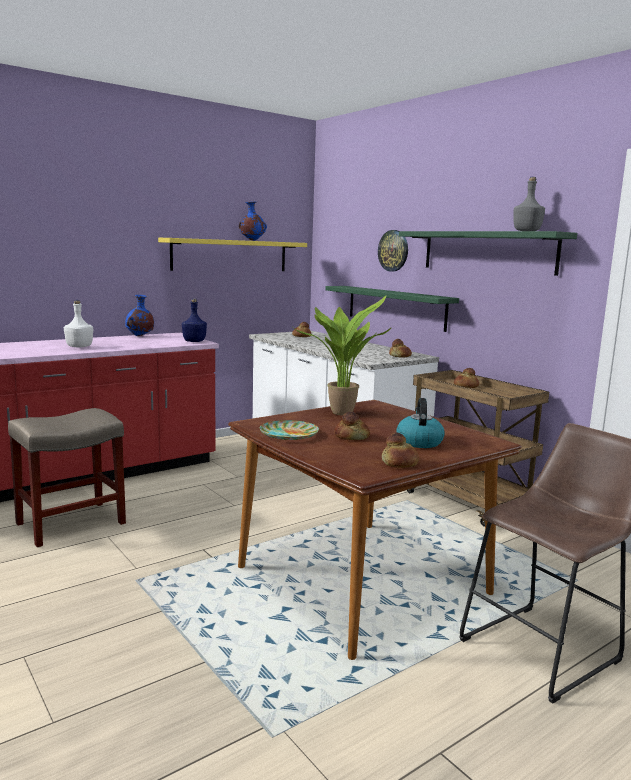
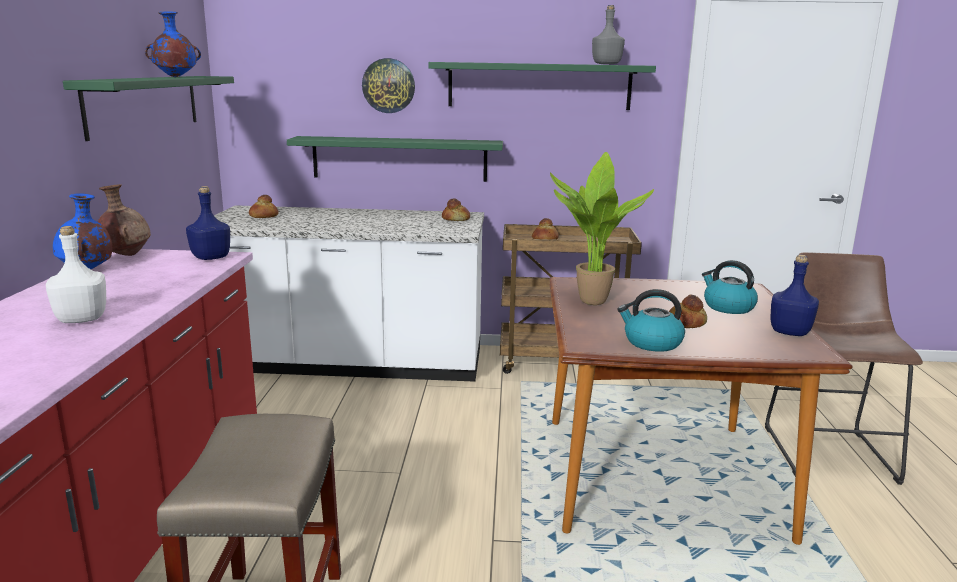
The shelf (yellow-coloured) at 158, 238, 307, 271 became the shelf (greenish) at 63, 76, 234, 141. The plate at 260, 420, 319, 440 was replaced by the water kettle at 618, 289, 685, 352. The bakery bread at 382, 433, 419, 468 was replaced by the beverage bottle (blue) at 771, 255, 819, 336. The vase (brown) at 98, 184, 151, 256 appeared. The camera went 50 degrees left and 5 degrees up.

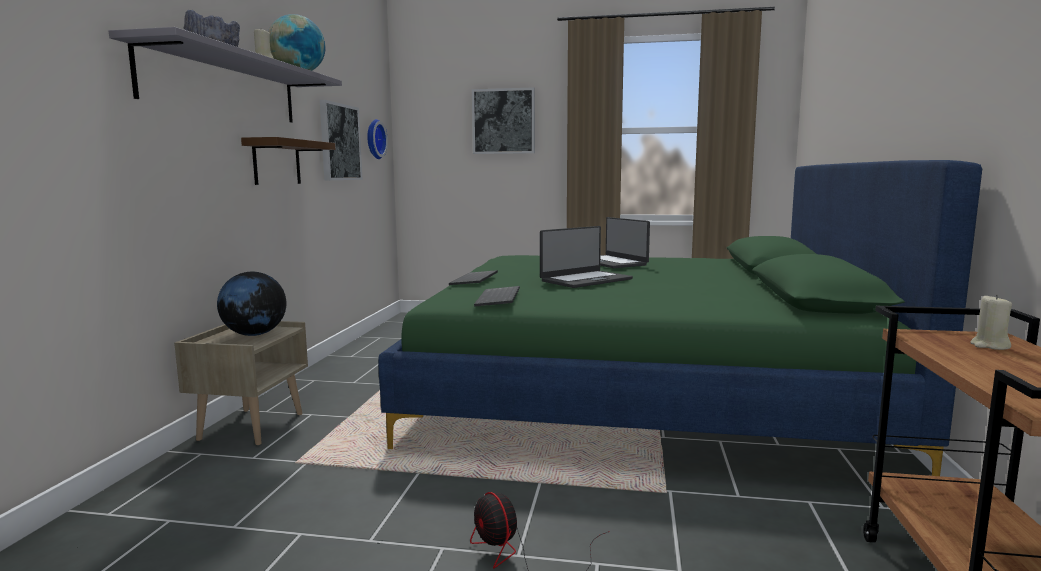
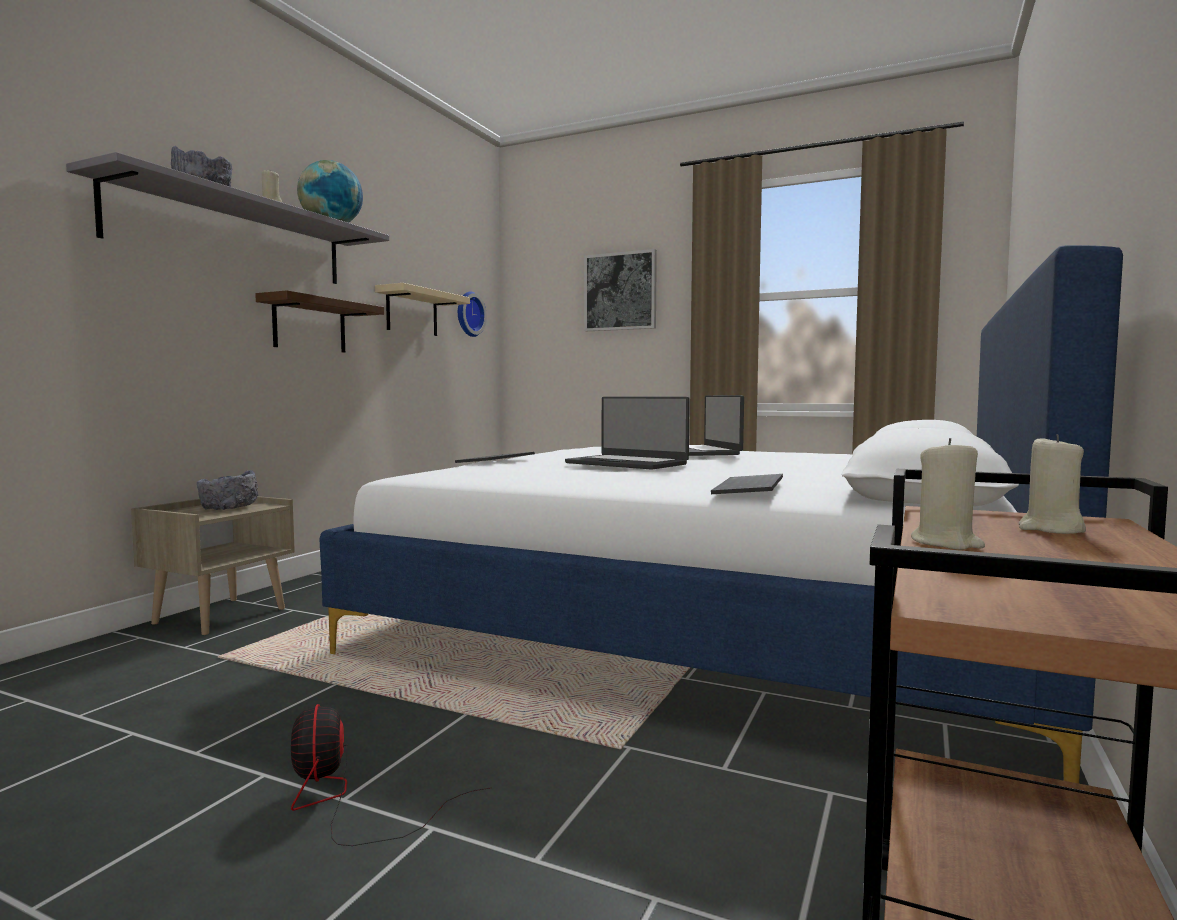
The picture at 320, 100, 363, 180 was replaced by the shelf (beige-coloured) at 375, 283, 470, 336. The bed (greenish) at 378, 160, 982, 476 became the bed (white-coloured) at 320, 245, 1123, 783. The portable computer at 540, 226, 633, 288 turned 60 degrees clockwise. The desk globe at 217, 272, 286, 336 was replaced by the bowl (greyish) at 197, 470, 258, 510. The keyboard moved from 474, 286, 520, 307 to 711, 474, 783, 494. The wax light (beige-coloured) at 911, 438, 985, 550 appeared. The camera went 15 degrees right and 5 degrees down.

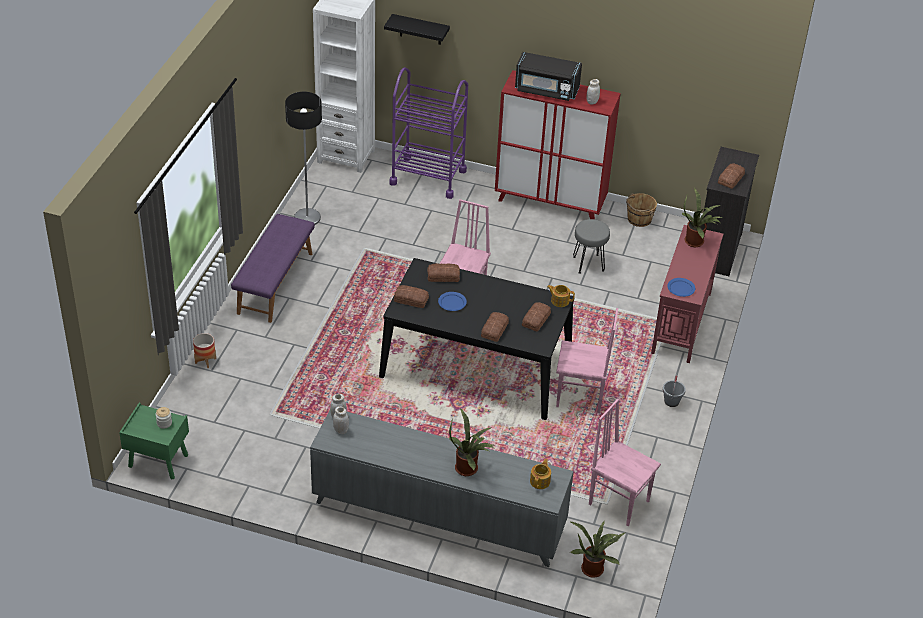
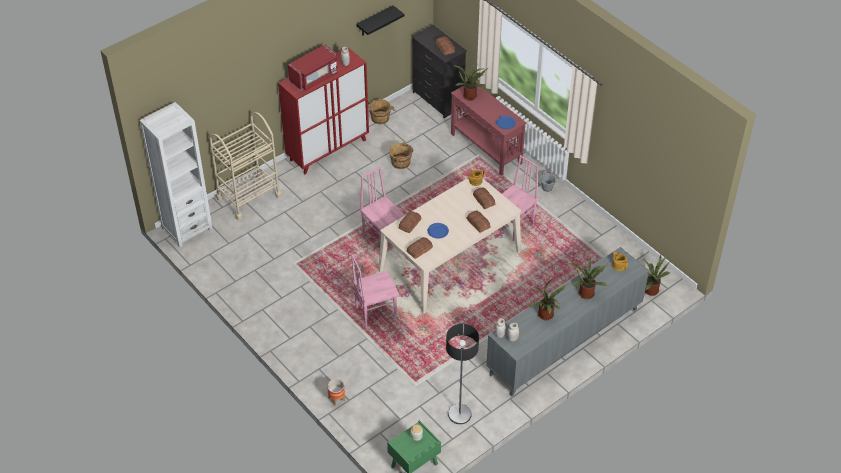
The shelf (black-coloured) moved from 384, 14, 450, 45 to 356, 5, 405, 36. The kitchen microwave (black-coloured) at 515, 52, 582, 101 became the kitchen microwave (red-coloured) at 288, 45, 338, 90. The cart (purple-coloured) at 390, 67, 468, 199 became the cart (beige-coloured) at 209, 112, 282, 220. The floor lamp moved from 285, 92, 322, 225 to 446, 324, 479, 424. The bench (purple-coloured) at 231, 214, 315, 323 disappeared. The stool seat (greyish) at 573, 219, 610, 274 was replaced by the pail (brown) at 389, 142, 413, 169. The dining table (black-coloured) at 379, 258, 574, 420 became the dining table (beige-coloured) at 378, 178, 521, 314. The plain chair (pinkish) moved from 589, 399, 661, 526 to 352, 254, 399, 328. The houseplant at 528, 279, 569, 320 appeared. The camera went 55 degrees left and 5 degrees up.

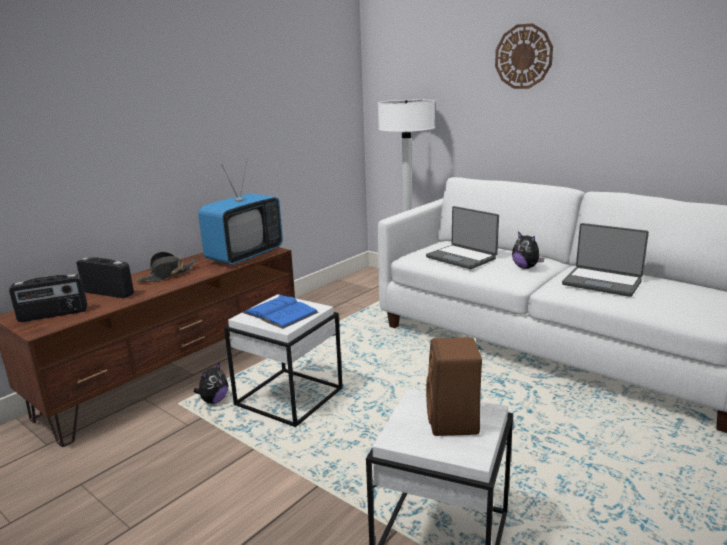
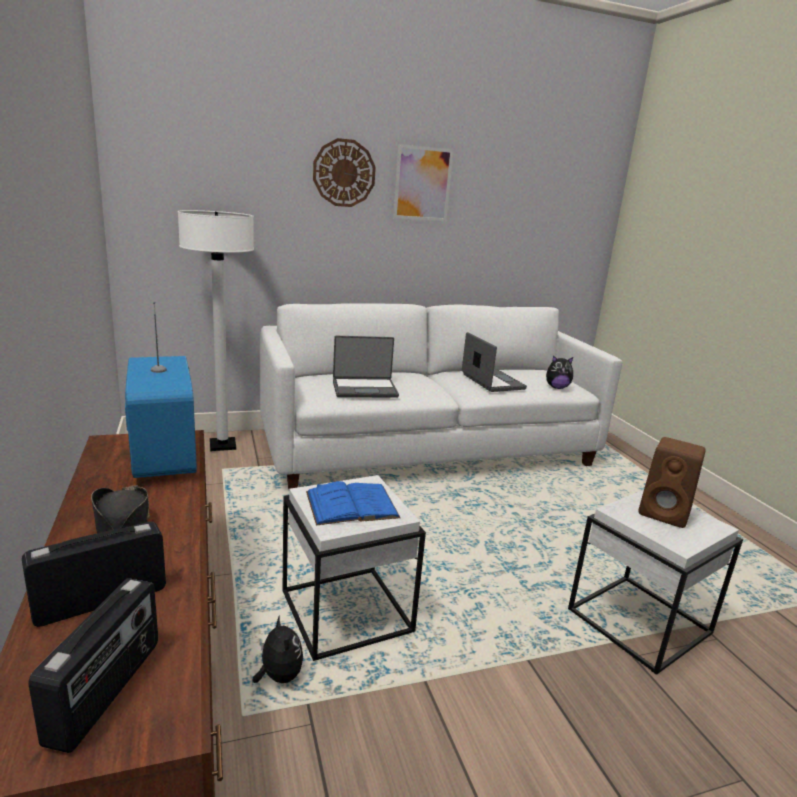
The portable computer at 562, 223, 649, 297 turned 90 degrees counterclockwise. The cuddly toy moved from 512, 231, 545, 269 to 546, 355, 573, 389. The picture at 393, 144, 454, 221 appeared. The camera went 60 degrees left and 0 degrees up.

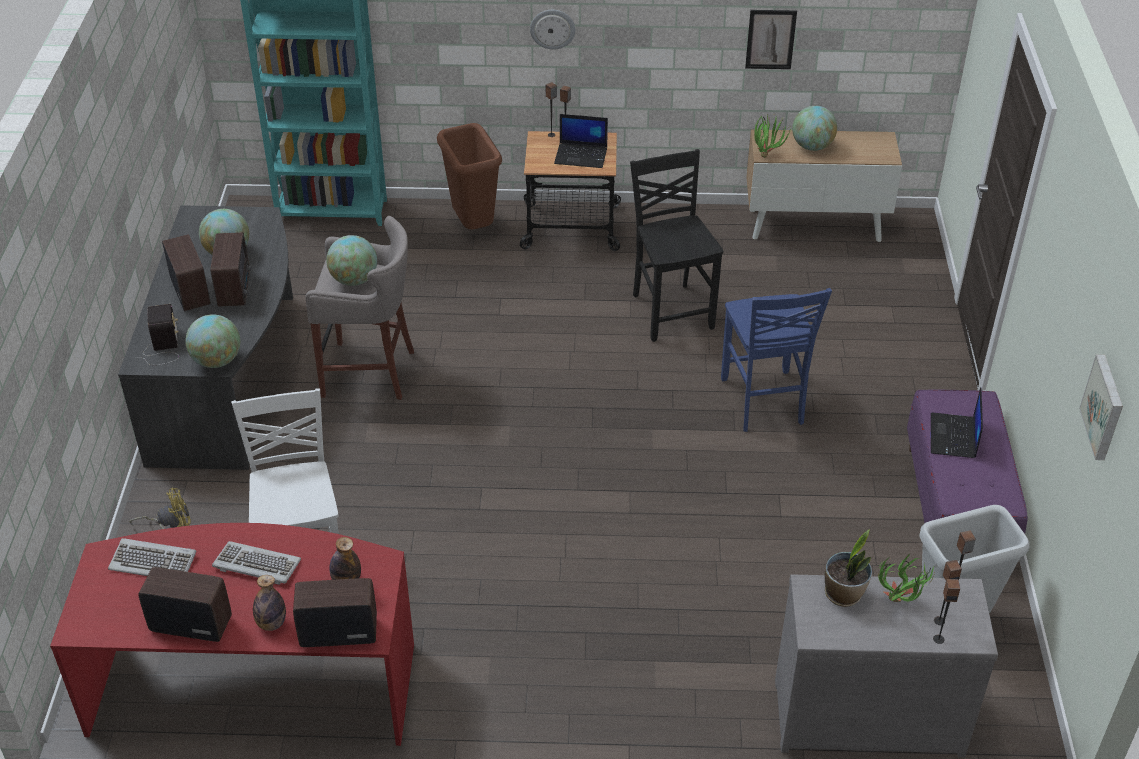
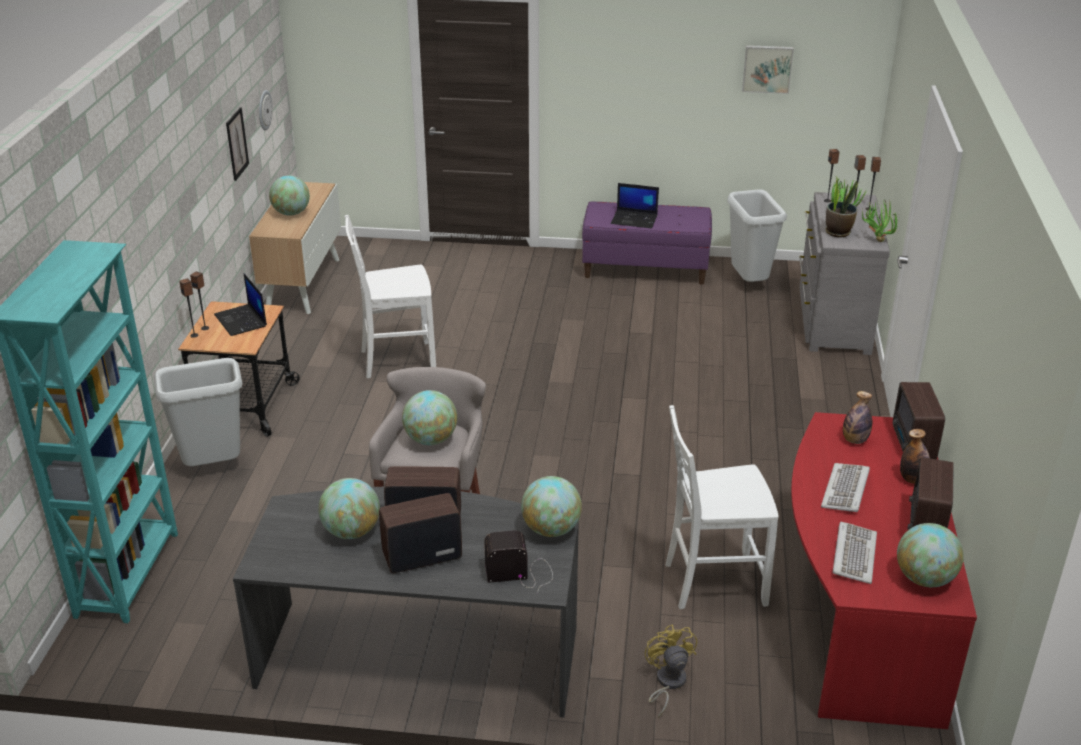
The clock on the wall moved from 530, 10, 575, 50 to 259, 90, 273, 131. The houseplant moved from 755, 113, 791, 158 to 862, 199, 898, 242. The portable computer at 554, 114, 608, 168 turned 135 degrees clockwise. The waste bin (brown) at 437, 123, 502, 229 became the waste bin (greyish) at 154, 358, 242, 466. The plain chair (black-coloured) at 630, 149, 723, 342 became the plain chair (white-coloured) at 345, 215, 436, 379. The plain chair (blue) at 721, 288, 832, 432 disappeared. The desk globe at 897, 523, 964, 587 appeared. The camera went 85 degrees left and 10 degrees down.

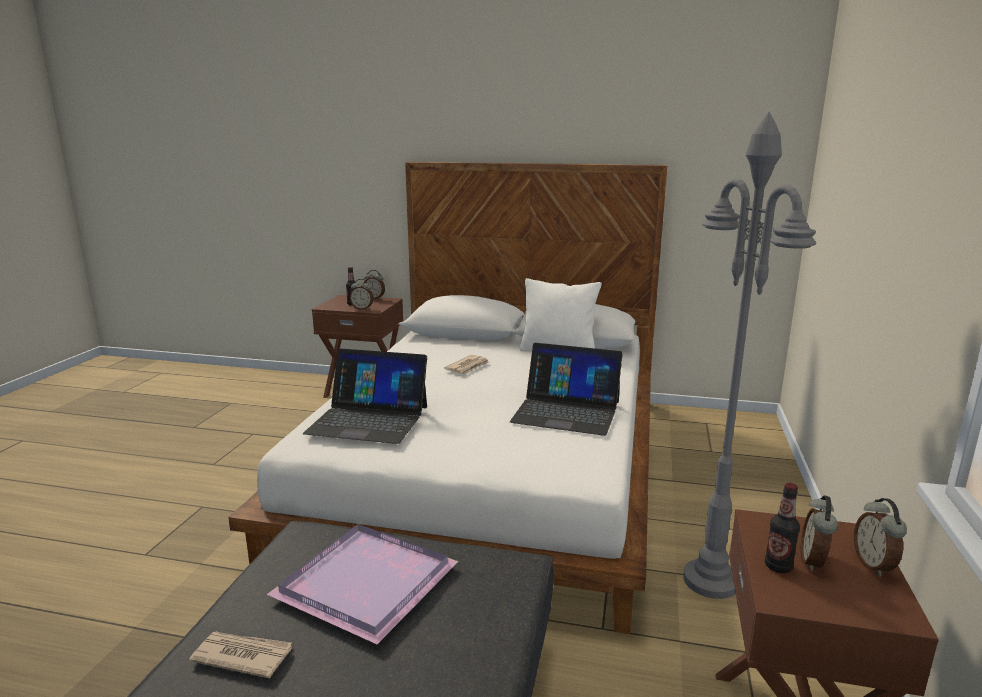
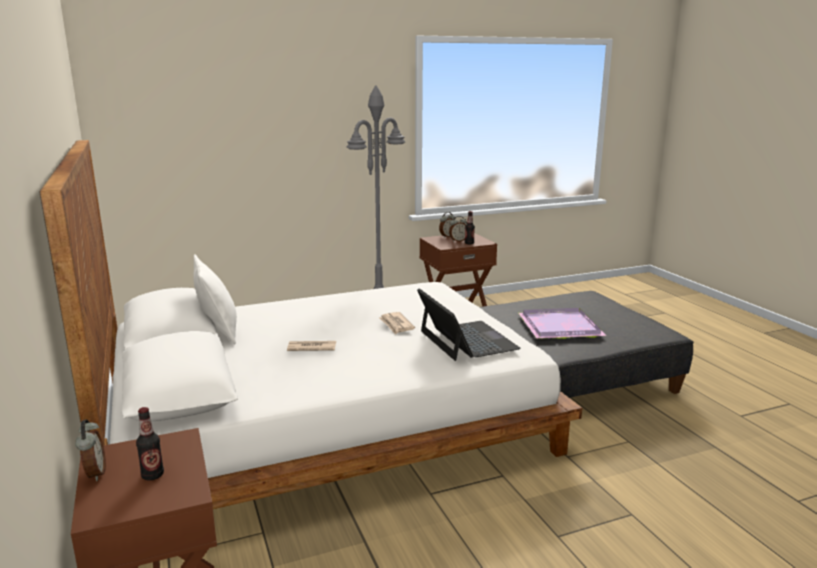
The bedside clock at 349, 279, 374, 310 disappeared. The portable computer at 510, 343, 623, 436 disappeared. The printed paper moved from 189, 632, 292, 678 to 379, 312, 415, 334. The camera went 125 degrees left and 0 degrees up.

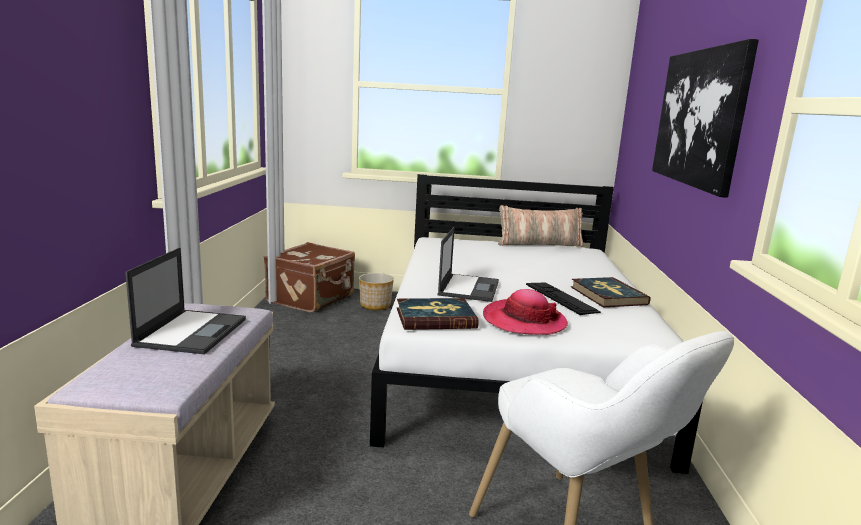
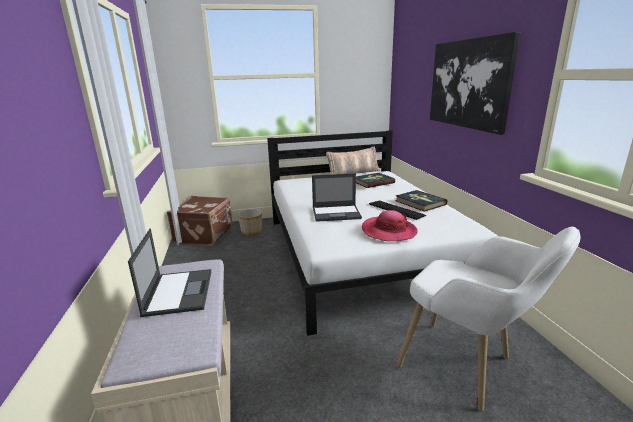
The portable computer at 437, 227, 499, 302 turned 90 degrees clockwise. The volume moved from 397, 298, 479, 330 to 356, 173, 395, 188. The camera went 15 degrees left and 5 degrees up.

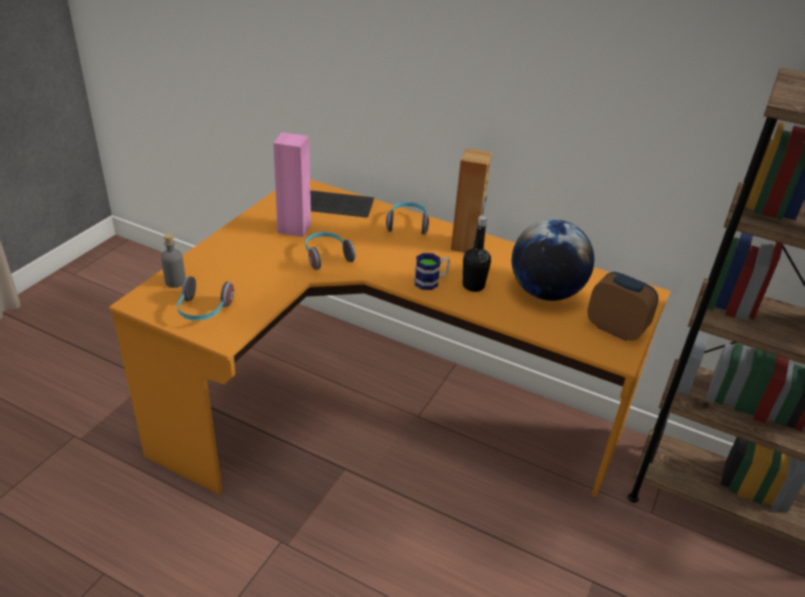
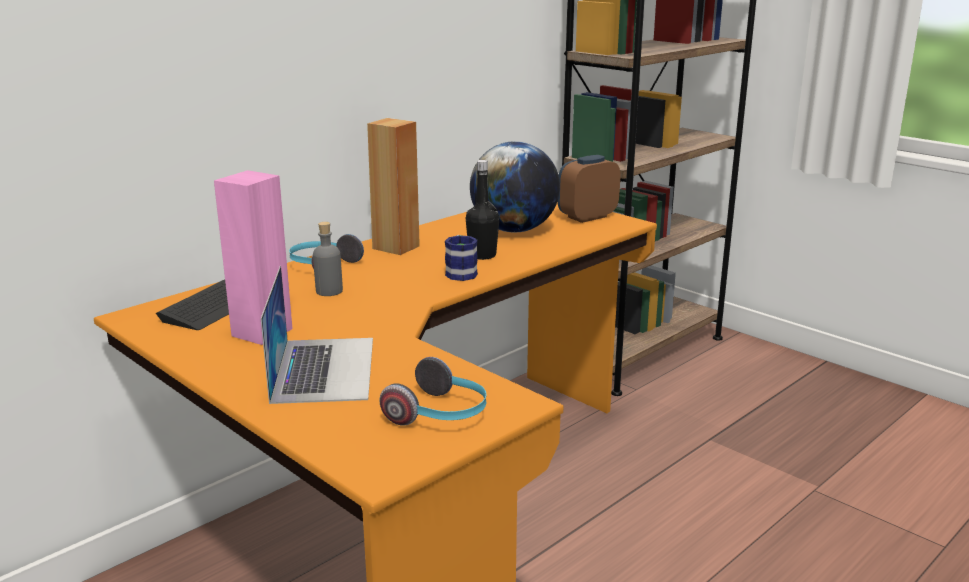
The headphones at 305, 232, 355, 270 disappeared. The beverage bottle (greyish) moved from 161, 234, 186, 288 to 313, 222, 343, 296. The portable computer at 261, 266, 373, 404 appeared. The camera went 70 degrees left and 15 degrees down.

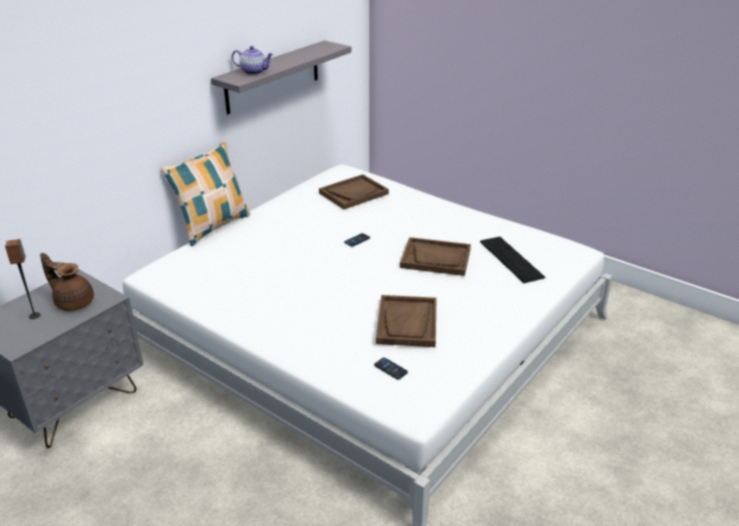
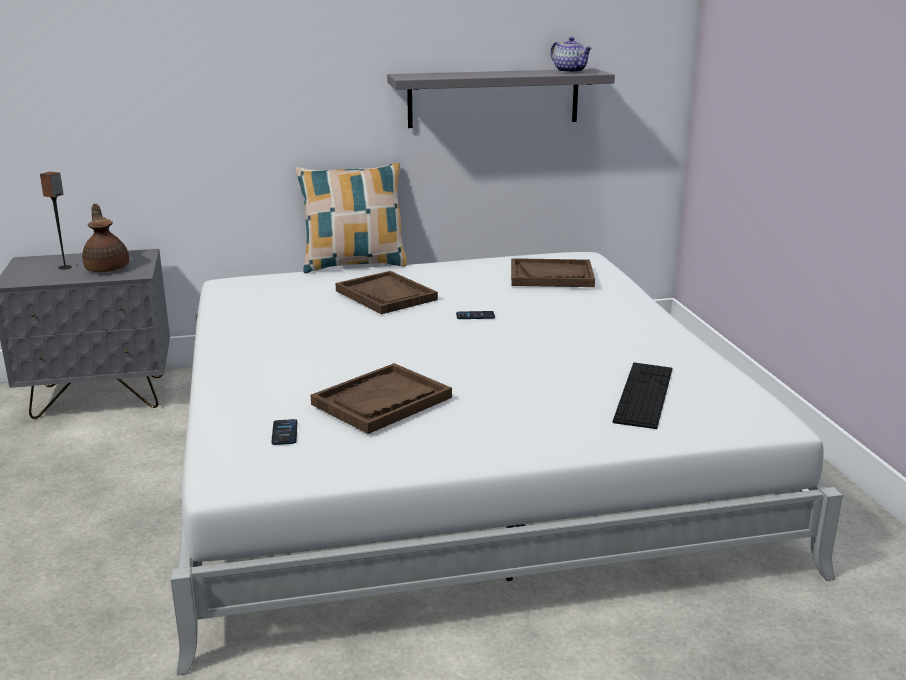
The pot for tea moved from 232, 46, 274, 75 to 551, 37, 592, 73. The serving tray (brown) moved from 400, 237, 471, 276 to 335, 271, 438, 314. The camera went 40 degrees right and 10 degrees down.

